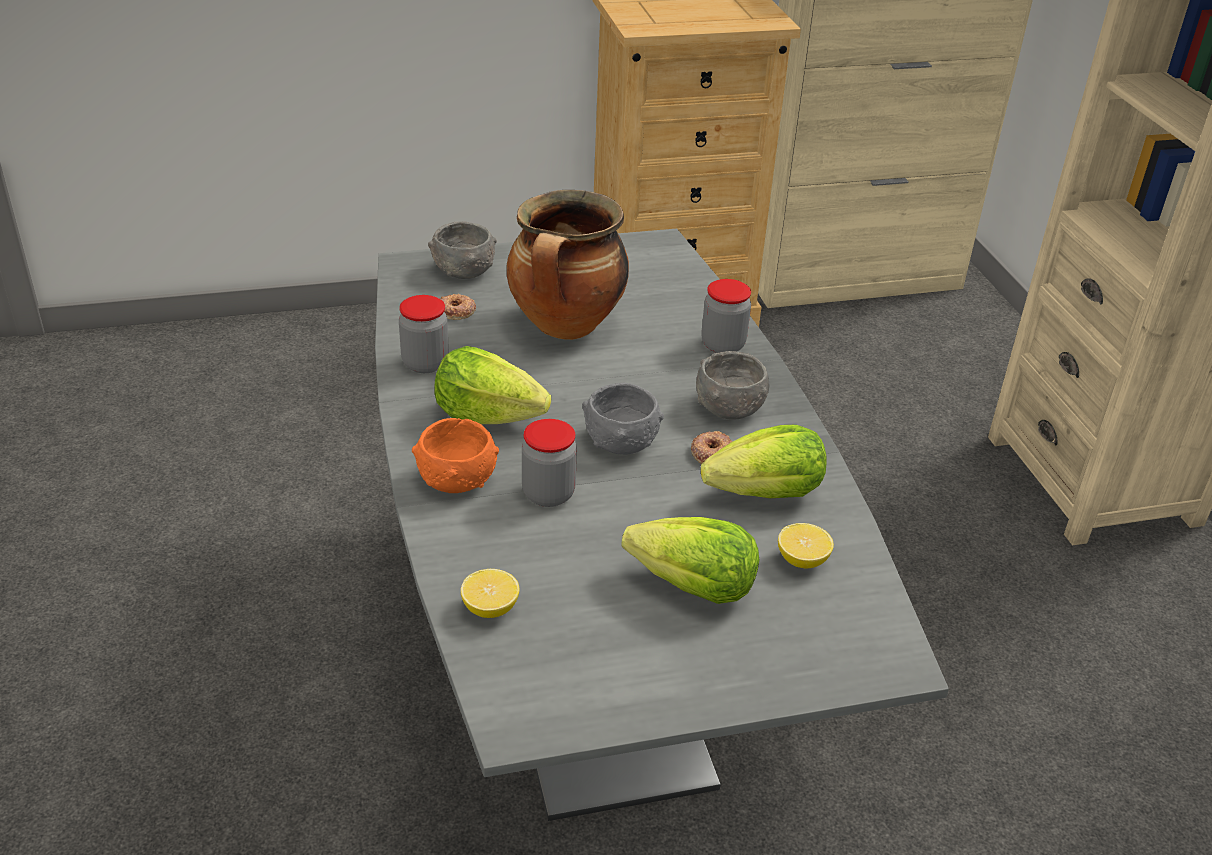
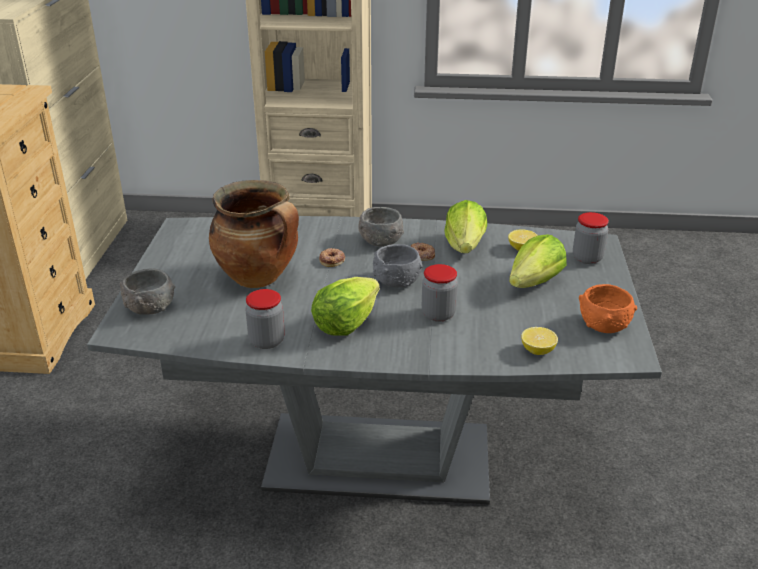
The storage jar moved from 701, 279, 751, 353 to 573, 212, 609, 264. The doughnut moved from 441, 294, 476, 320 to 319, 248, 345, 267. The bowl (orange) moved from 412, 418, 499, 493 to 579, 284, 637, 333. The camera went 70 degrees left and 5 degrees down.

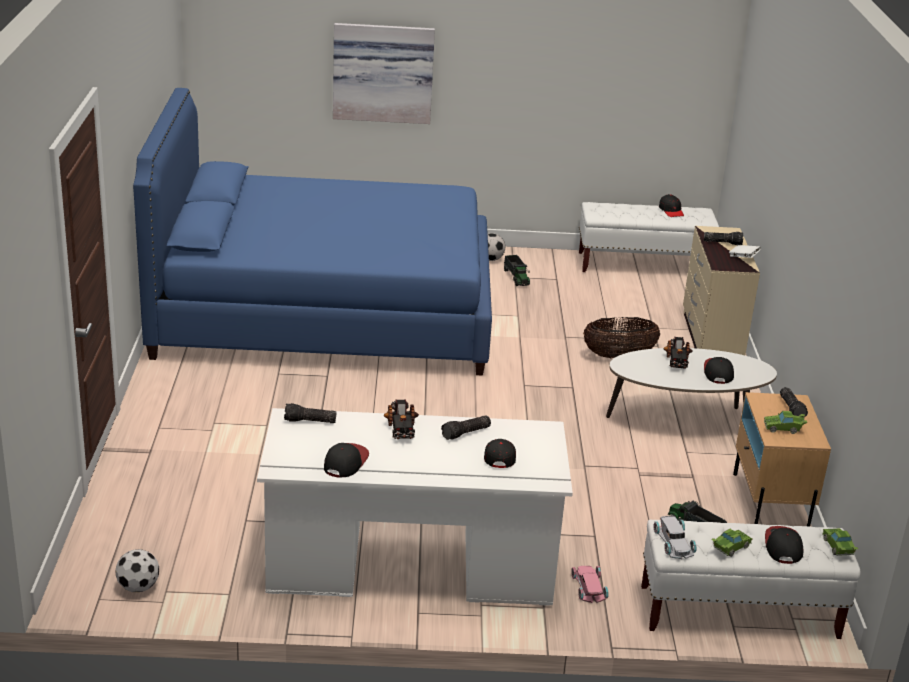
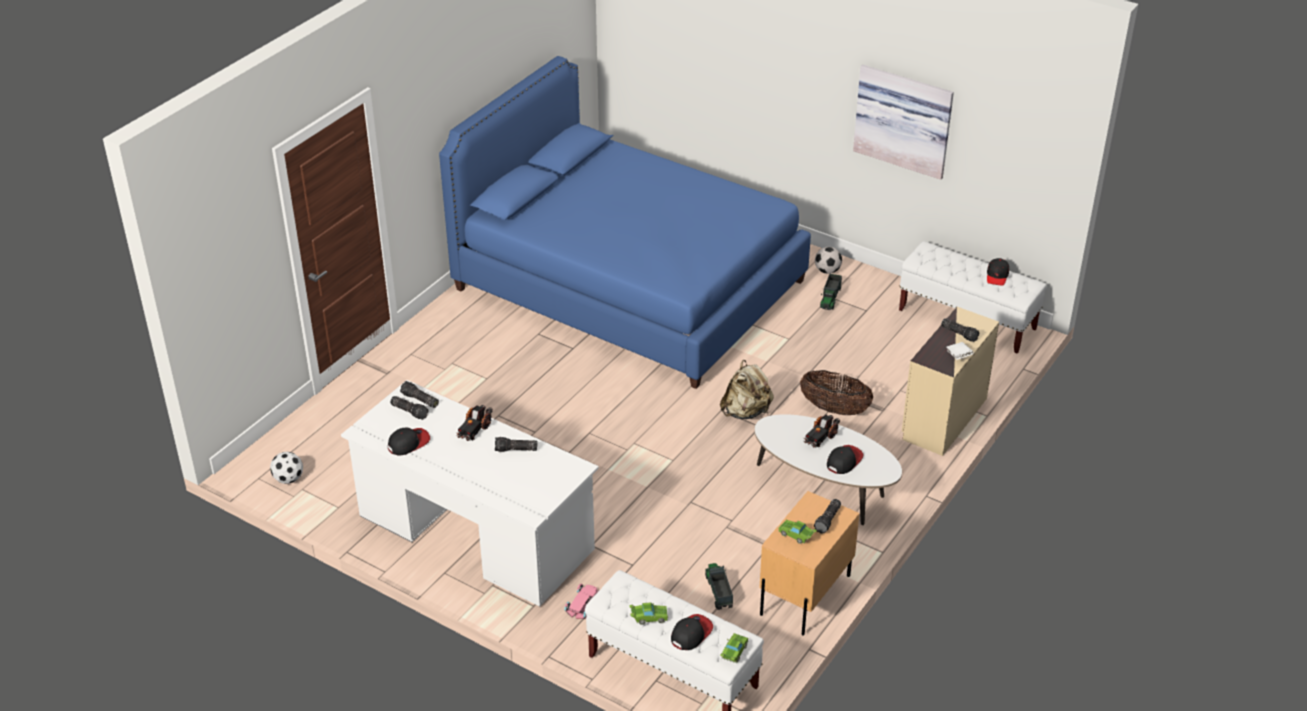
The picture moved from 333, 23, 435, 124 to 853, 65, 954, 180. The cap (black-coloured) at 484, 439, 516, 468 disappeared. The toy car (white-coloured) at 654, 516, 697, 559 disappeared. The rucksack (beige-coloured) at 720, 360, 774, 419 appeared. The hand torch at 390, 396, 429, 420 appeared. The camera went 35 degrees right and 10 degrees up.

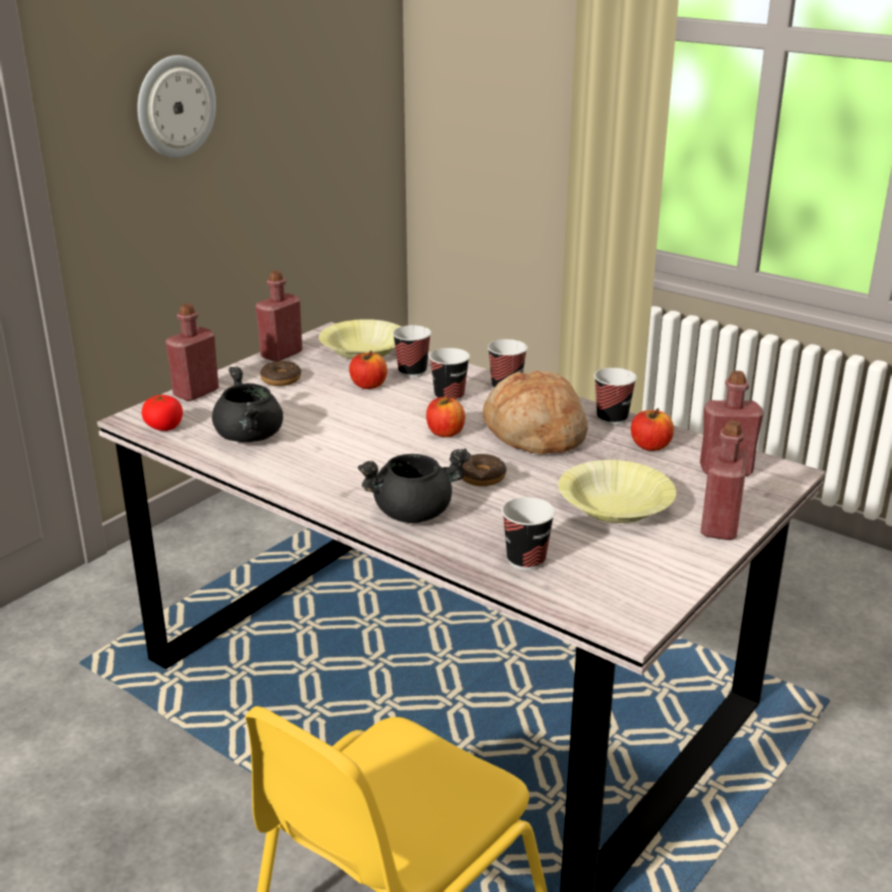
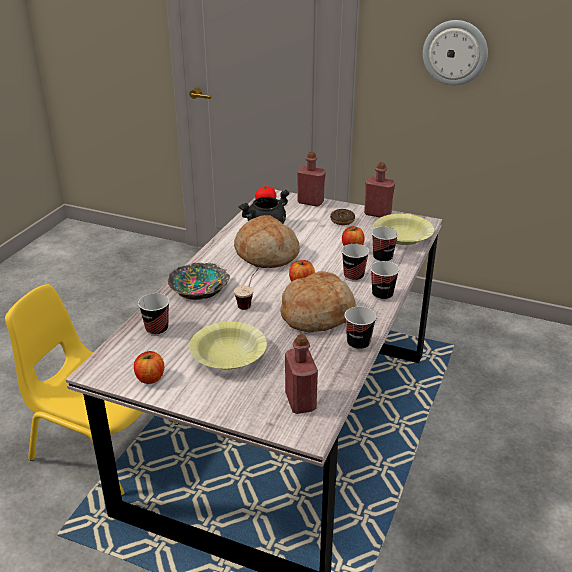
The apple fruit moved from 631, 408, 674, 451 to 134, 351, 164, 384. The beverage bottle (red-coloured) at 701, 420, 748, 540 disappeared. The saucepot (black-coloured) at 358, 449, 471, 523 was replaced by the bowl at 168, 263, 230, 300. The doughnut at 462, 454, 507, 486 was replaced by the small cup at 234, 268, 259, 310. The bakery bread at 234, 215, 300, 268 appeared. The camera went 75 degrees right and 5 degrees up.

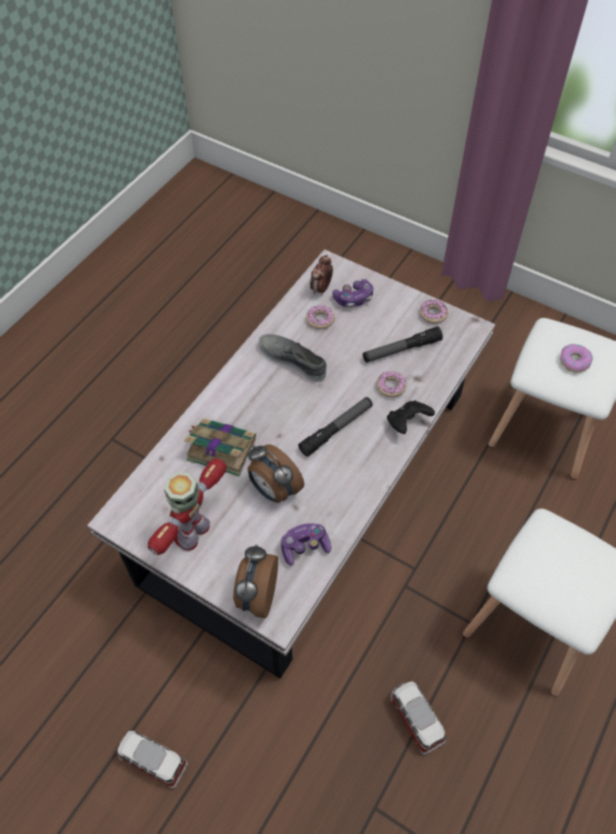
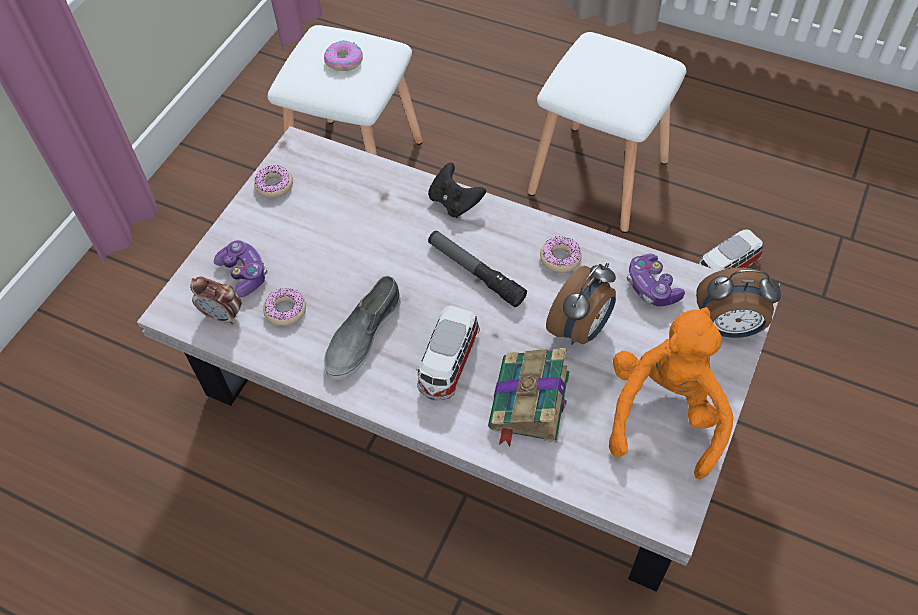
The hand torch at 363, 326, 443, 363 disappeared. The doughnut moved from 376, 371, 407, 398 to 540, 237, 582, 273. The model robot at 148, 458, 226, 555 was replaced by the cuddly toy (orange) at 609, 307, 734, 479. The toy car moved from 117, 730, 188, 788 to 416, 305, 480, 401. The camera went 95 degrees left and 0 degrees up.

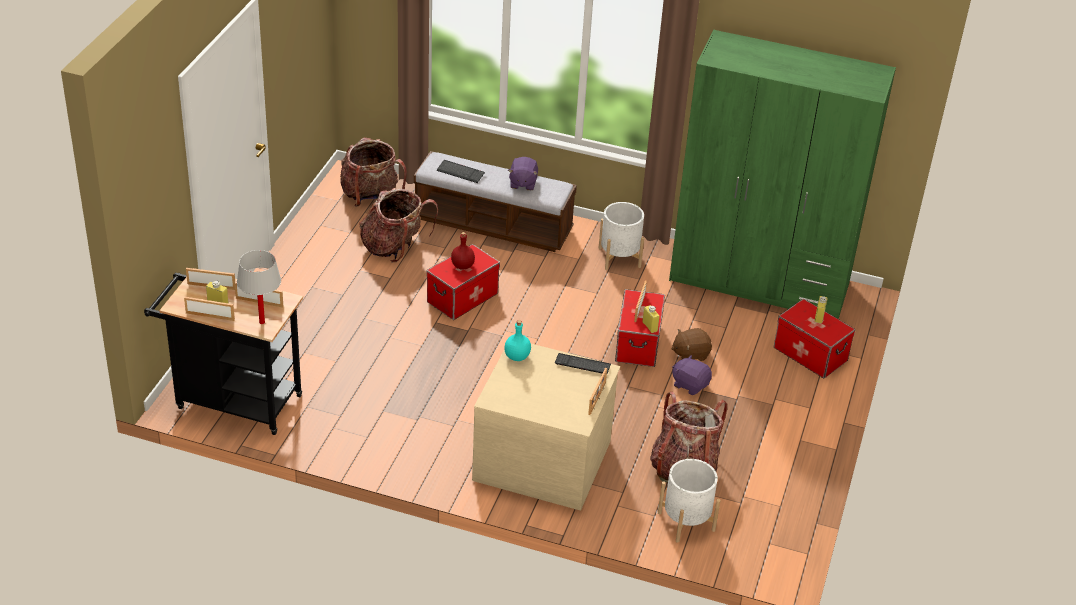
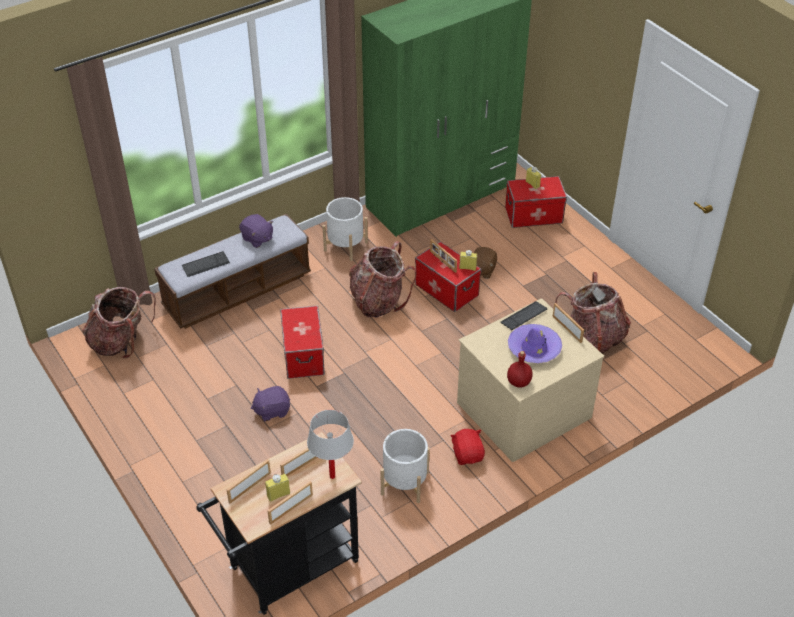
The rucksack moved from 359, 188, 438, 262 to 349, 241, 416, 318. The beverage bottle (red-coloured) moved from 451, 232, 475, 269 to 507, 351, 533, 387. The beverage bottle (blue-green) at 504, 320, 531, 361 disappeared. The cuddly toy (purple-coloured) moved from 672, 355, 712, 395 to 251, 386, 290, 421. The planter (white-coloured) moved from 658, 459, 721, 543 to 380, 429, 430, 503. The hat (purple-coloured) at 508, 324, 562, 363 appeared. The cuddly toy (red-coloured) at 451, 429, 485, 465 appeared. The camera went 50 degrees left and 5 degrees up.

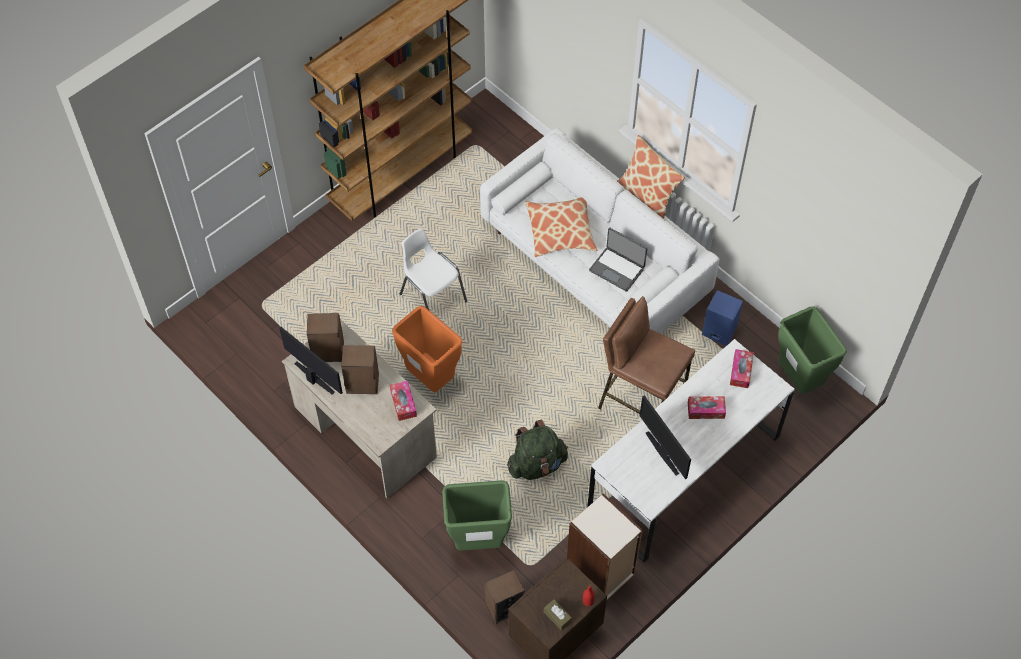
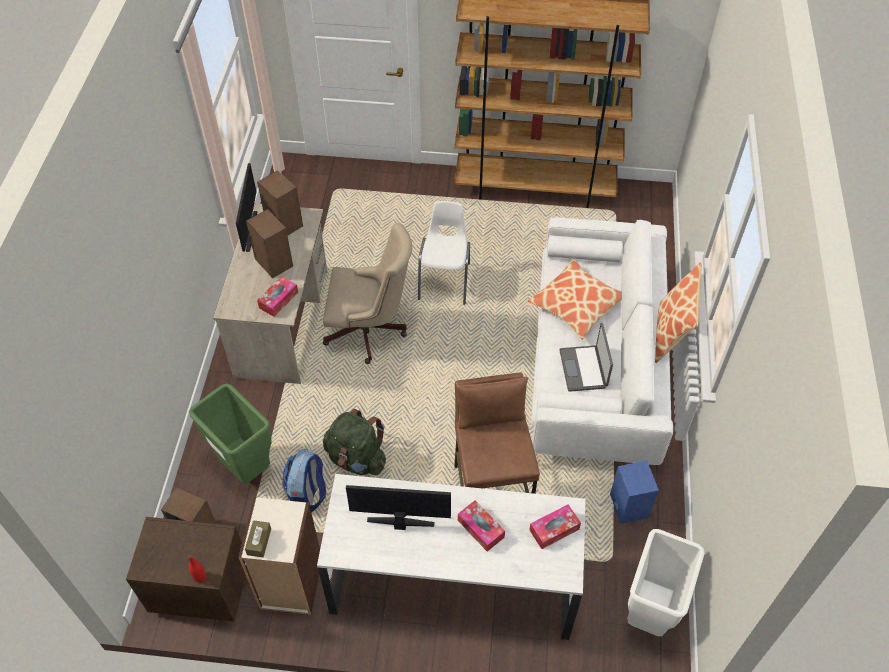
The waste bin (orange) at 392, 306, 463, 392 was replaced by the desk chair (beige-coloured) at 323, 223, 412, 364. The waste bin (greenish) at 778, 307, 847, 394 became the waste bin (white-coloured) at 627, 529, 705, 636. The computer screen at 639, 395, 691, 479 turned 75 degrees clockwise. The box of tissues (brown) moved from 544, 599, 572, 631 to 245, 520, 271, 557. The rucksack at 282, 449, 326, 513 appeared. The camera went 50 degrees right and 5 degrees down.

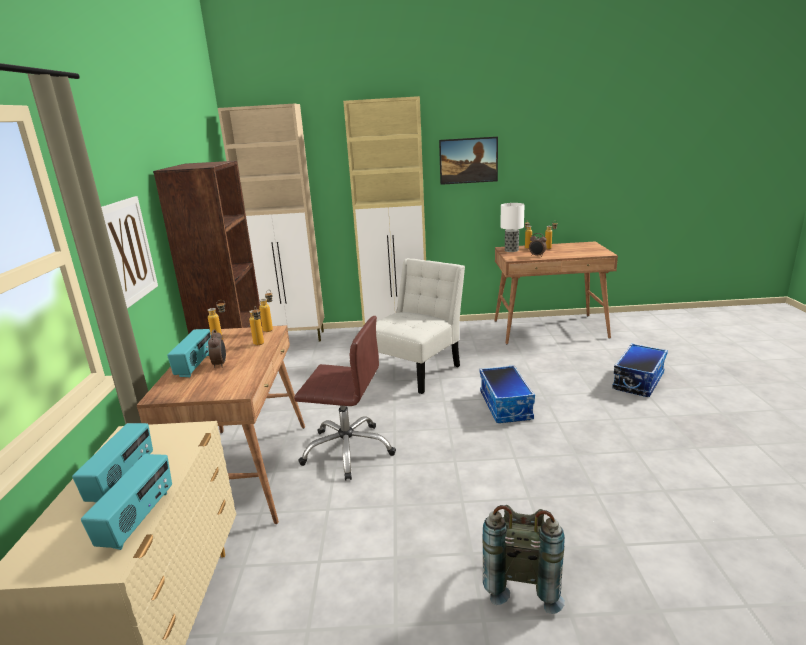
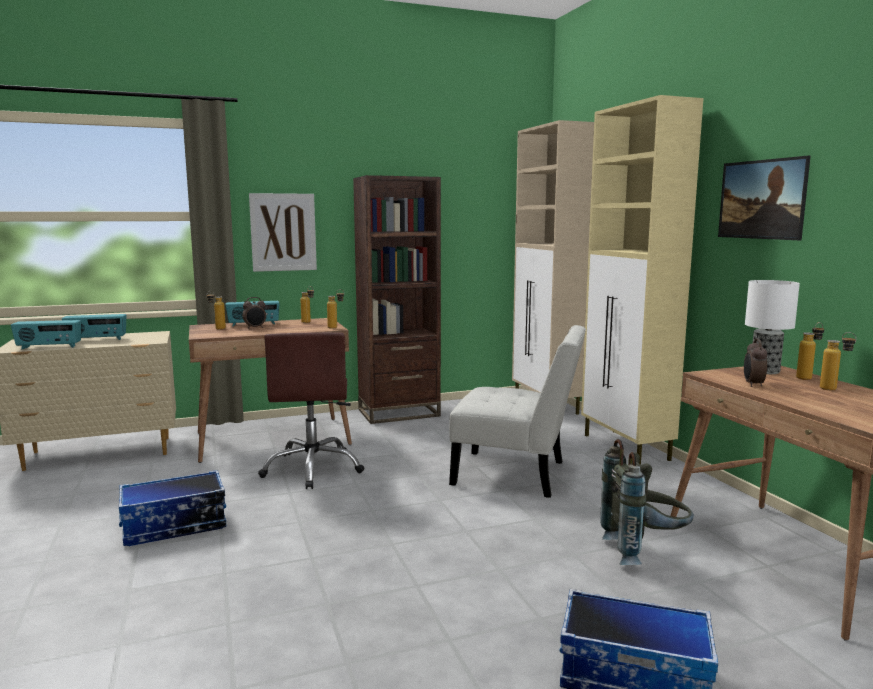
The beverage bottle moved from 249, 306, 264, 345 to 207, 291, 226, 330. The storage bin moved from 480, 365, 535, 423 to 119, 470, 226, 546. The rucksack (greyish) moved from 482, 505, 565, 614 to 600, 439, 694, 565. The camera went 70 degrees right and 10 degrees down.

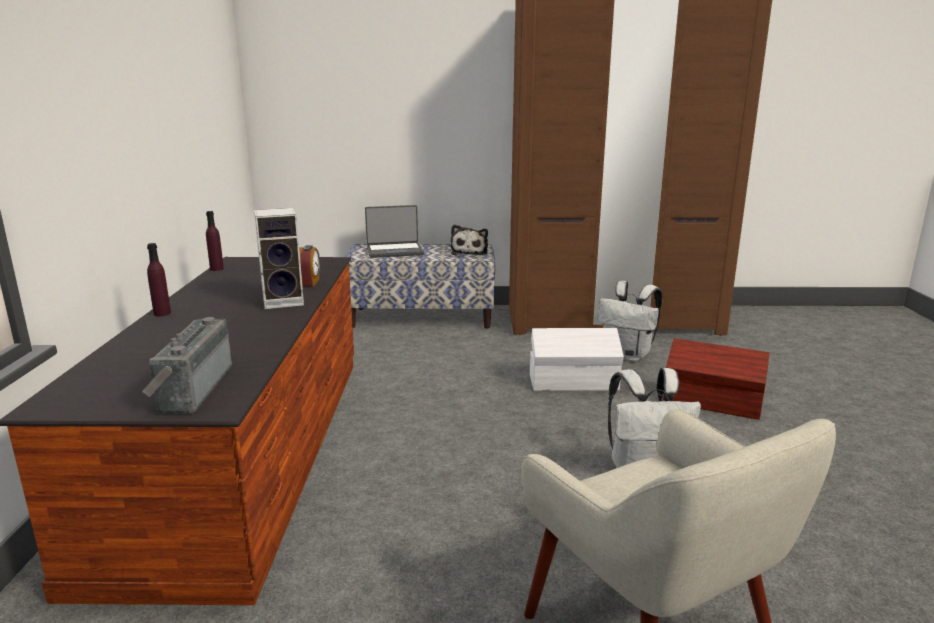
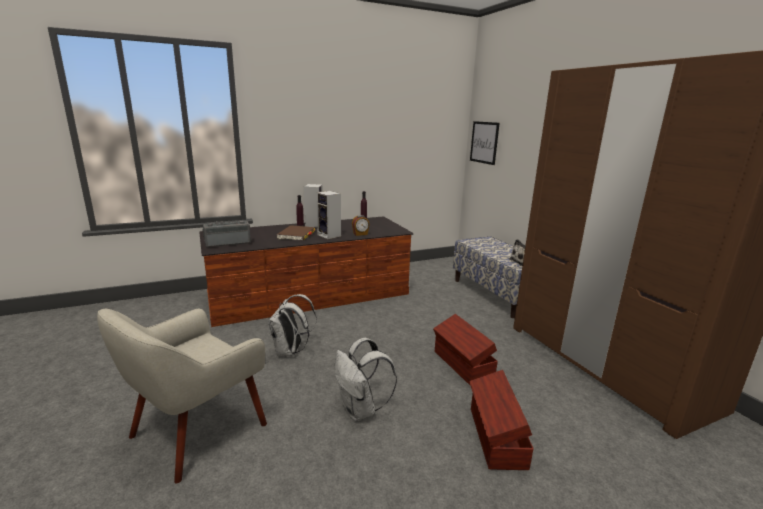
The portable computer at 365, 205, 424, 258 disappeared. The rucksack (white-coloured) moved from 598, 281, 662, 362 to 268, 294, 317, 356. The storage bin (white-coloured) at 530, 328, 624, 391 became the storage bin (brown) at 433, 314, 498, 385. The picture at 470, 121, 500, 165 appeared. The loudspeaker at 304, 184, 322, 227 appeared. The volume (brown) at 277, 225, 315, 240 appeared. The camera went 65 degrees right and 0 degrees up.

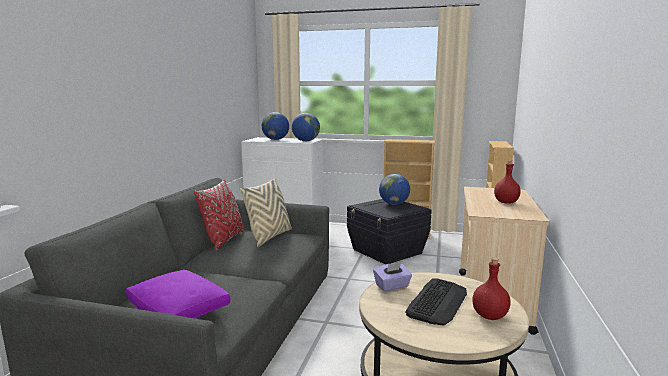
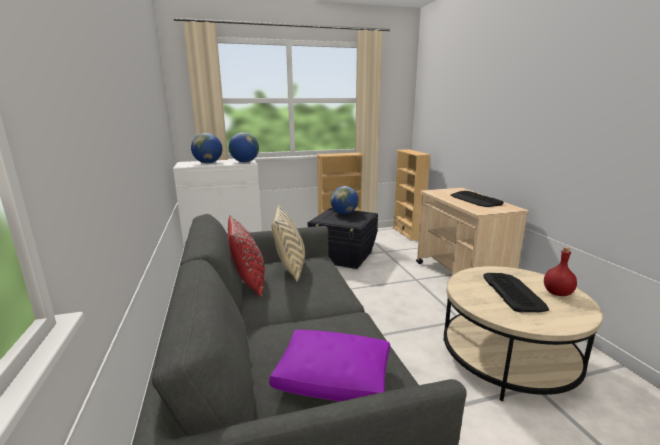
The beverage bottle (red-coloured) at 494, 160, 521, 204 was replaced by the keyboard at 450, 191, 504, 207. The box of tissues (purple-coloured) at 373, 262, 412, 292 disappeared. The camera went 30 degrees left and 5 degrees up.

